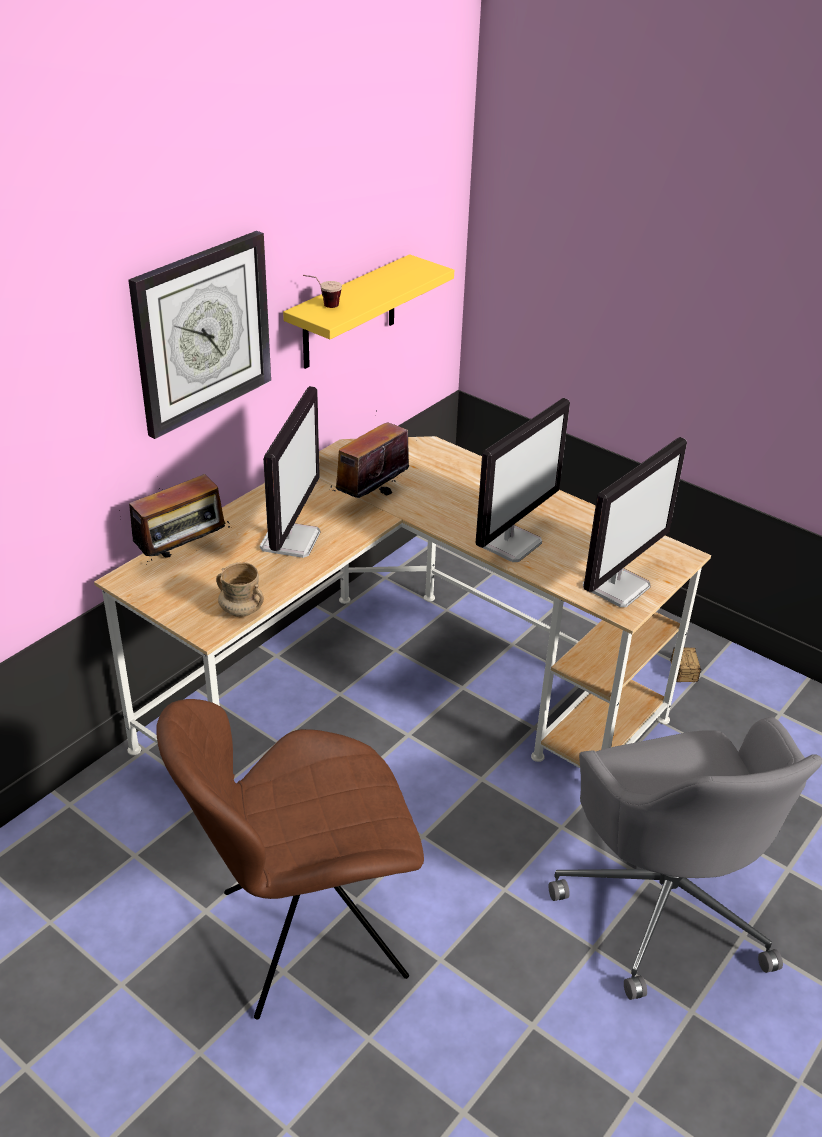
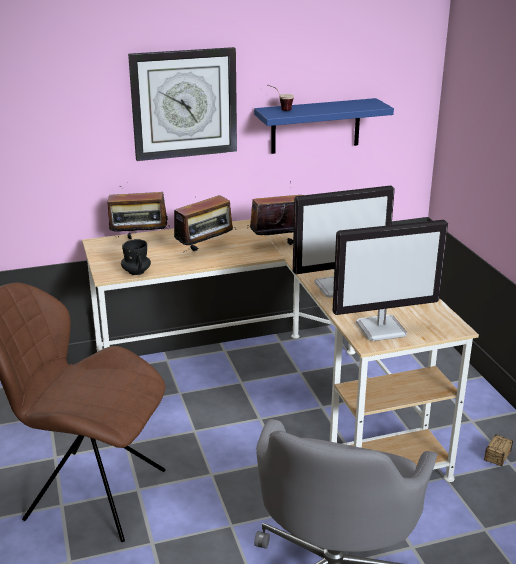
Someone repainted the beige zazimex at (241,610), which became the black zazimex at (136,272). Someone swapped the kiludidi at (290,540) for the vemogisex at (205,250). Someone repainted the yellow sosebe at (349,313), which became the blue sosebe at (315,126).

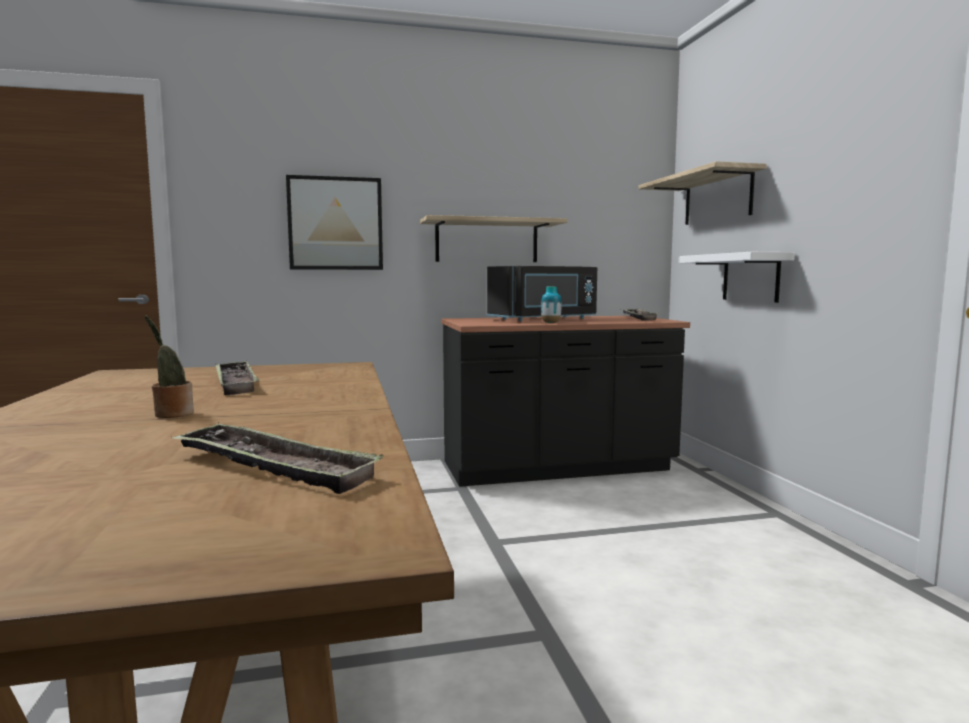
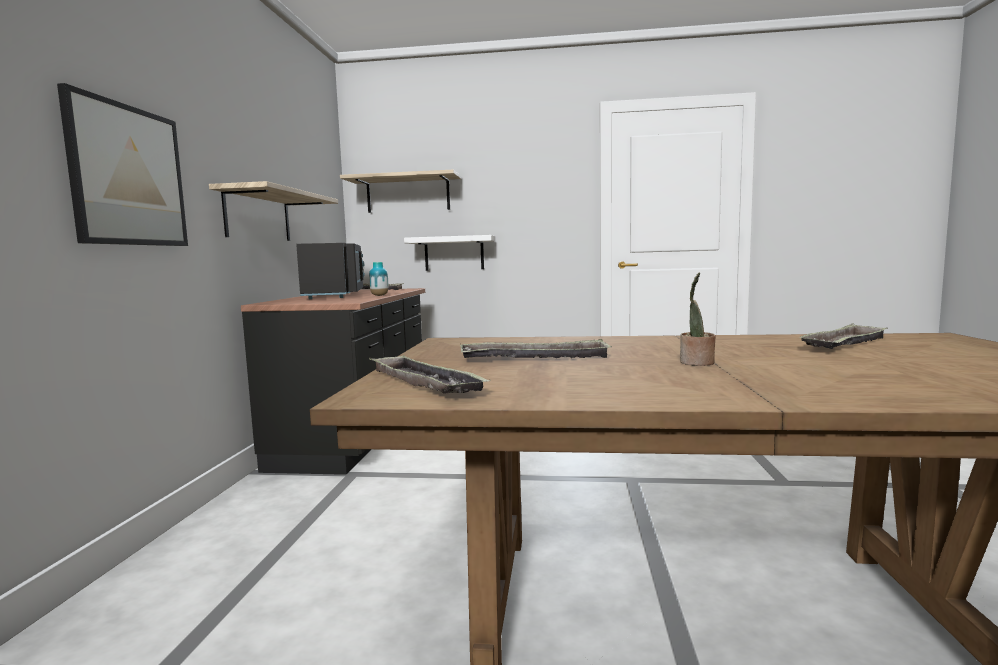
Someone put down the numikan at (423,383).

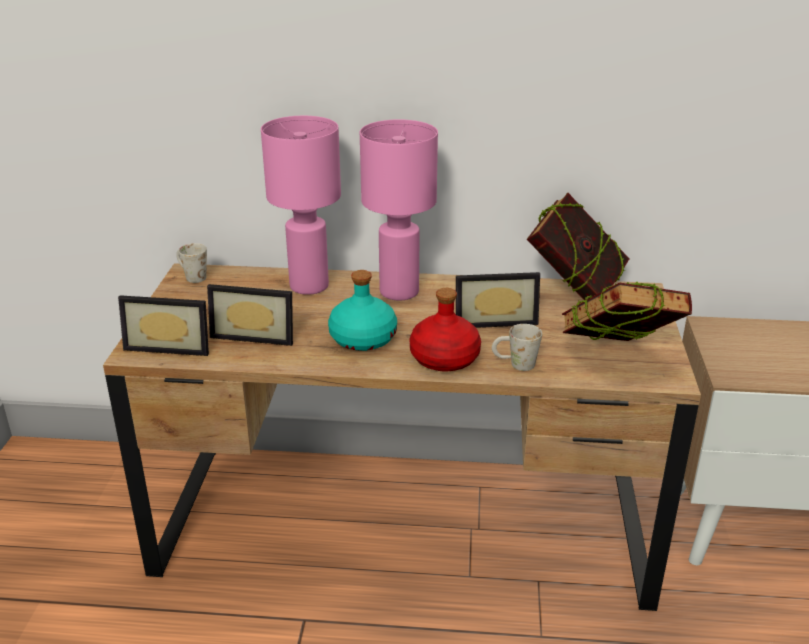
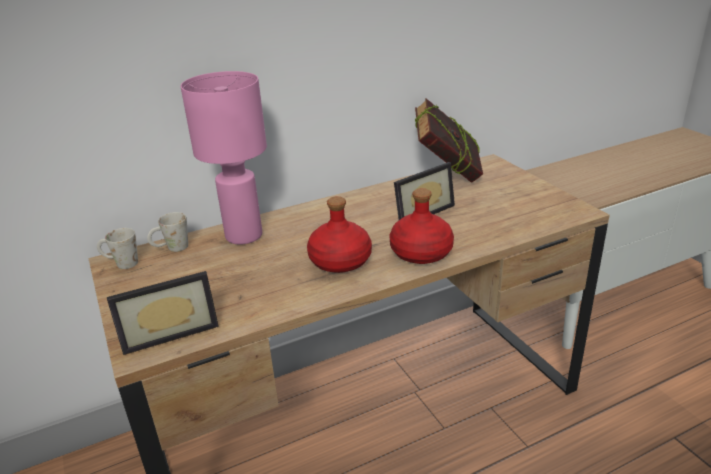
Someone took away the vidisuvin at (255,334). Someone repainted the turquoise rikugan at (362,339), which became the red rikugan at (339,261). Someone took away the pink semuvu at (400,292). Someone carried the white zazimex from (515,364) to (171,248). Someone took away the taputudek at (617,359).

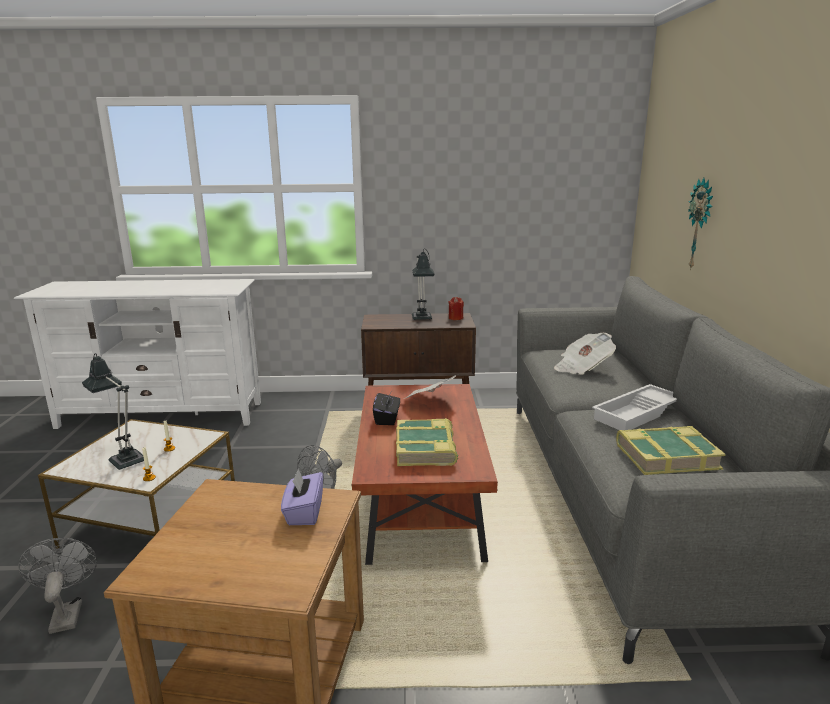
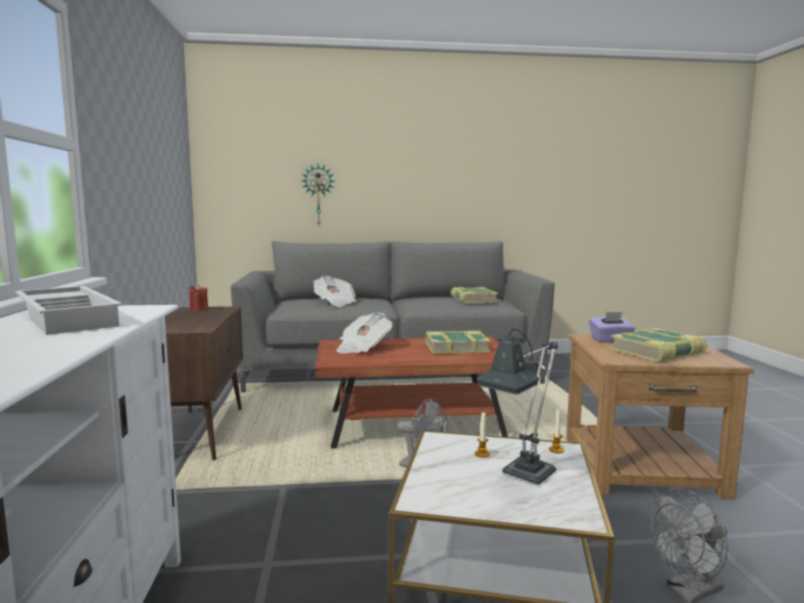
Someone took away the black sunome at (387,419). Someone took away the semuvu at (422,319). Someone carried the white numikan from (638,414) to (70,318). Someone put down the taputudek at (658,352).

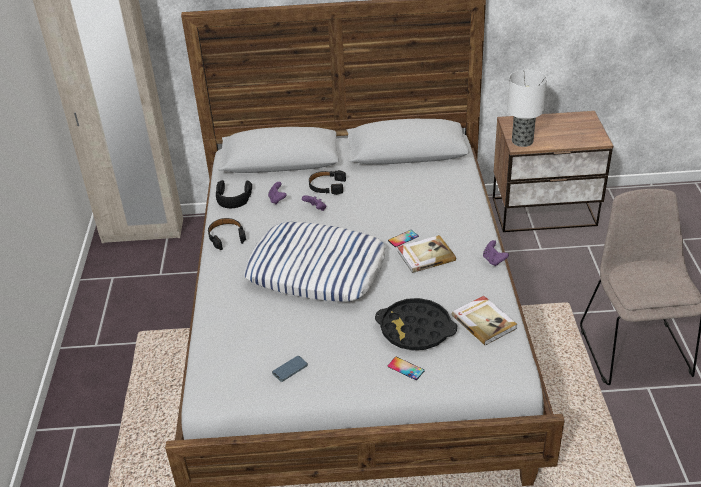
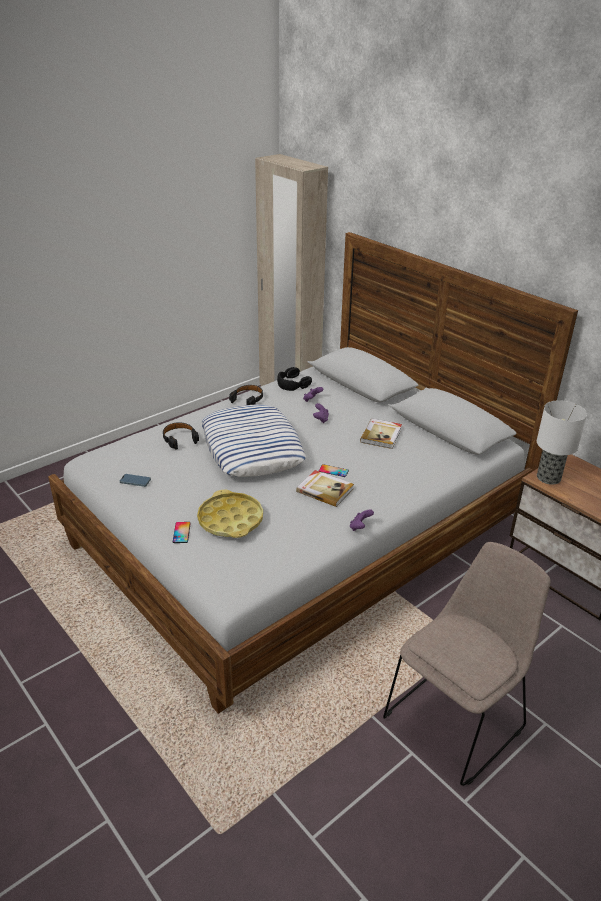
Someone carried the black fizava from (327,186) to (179,439). Someone repainted the black numikan at (415,329), which became the yellow numikan at (230,520). Someone carried the taputudek from (484,321) to (381,435).

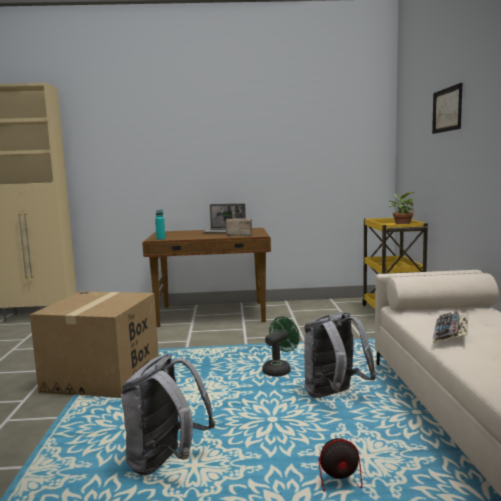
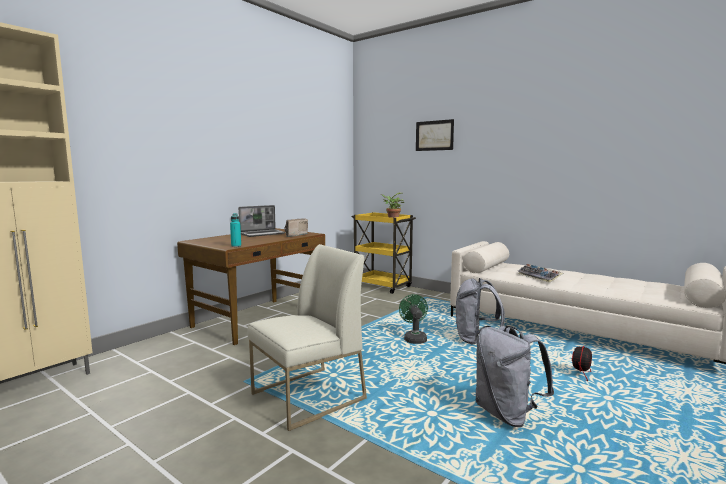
Someone swapped the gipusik at (102,376) for the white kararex at (308,397).

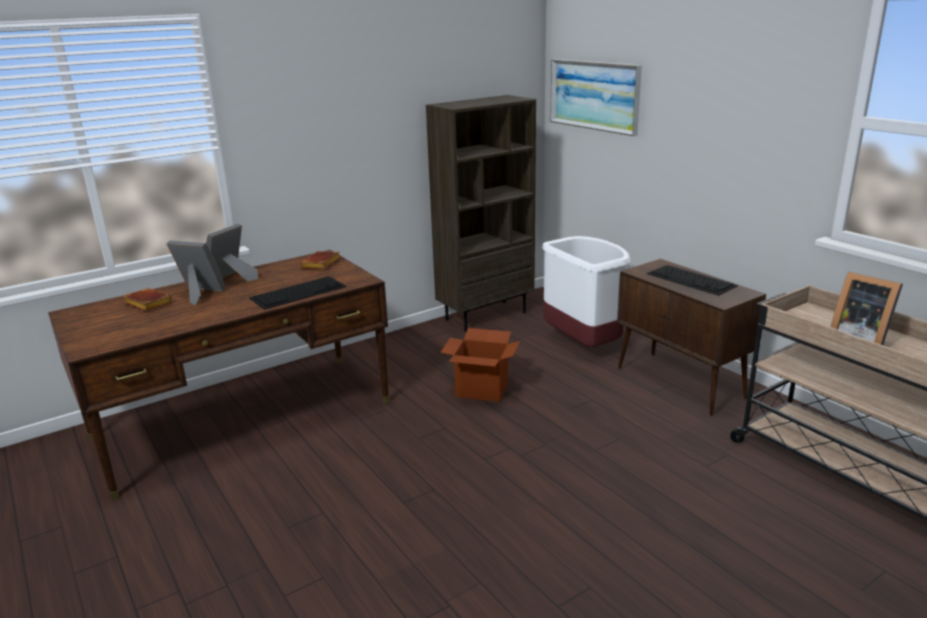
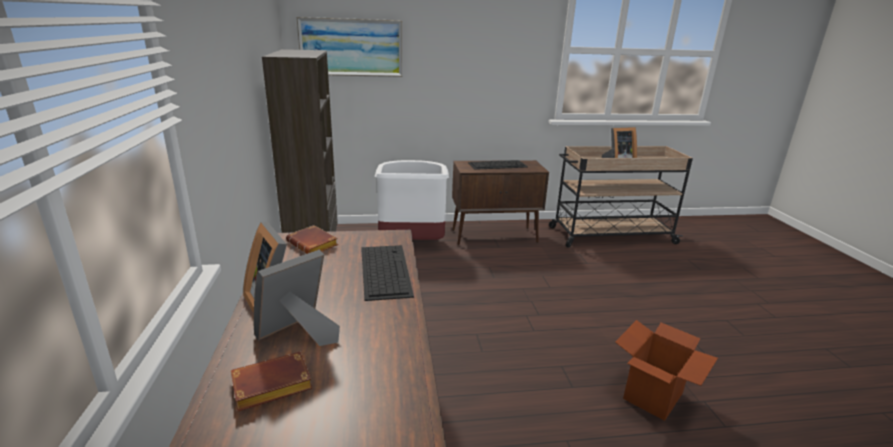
Someone carried the gipusik from (481,390) to (653,396).

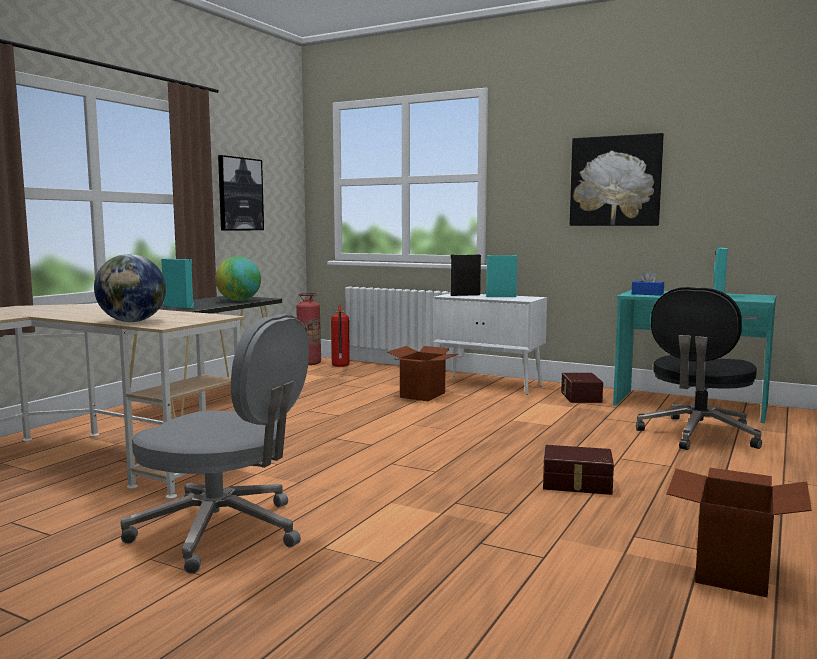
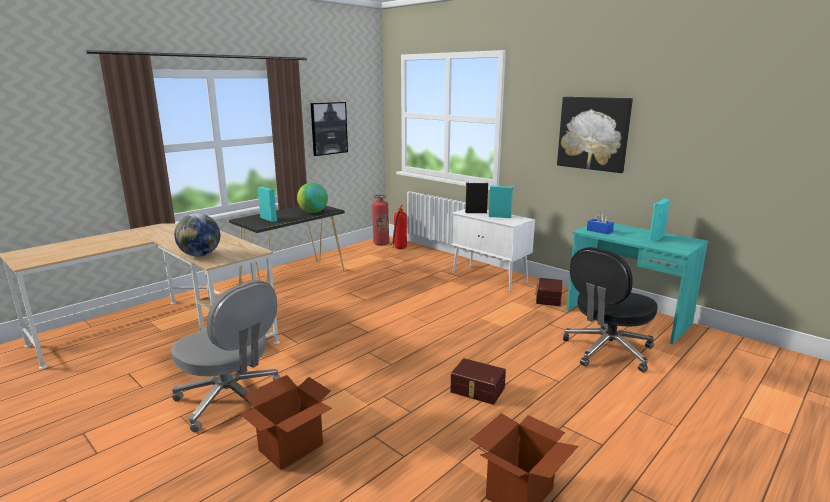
Someone carried the gipusik from (422,395) to (290,448).

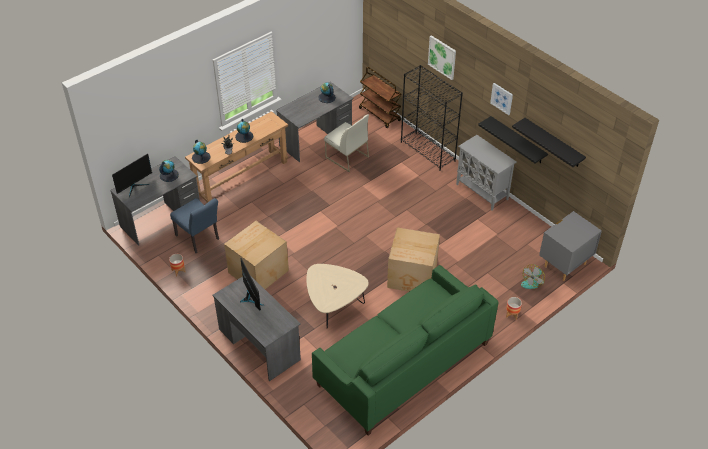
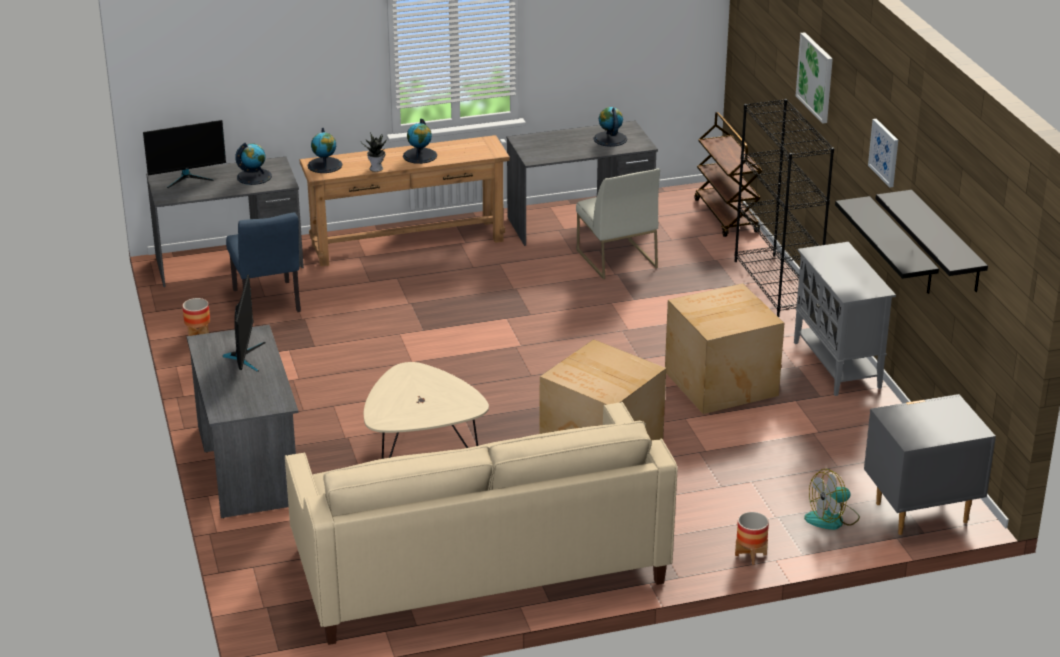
Someone carried the gipusik from (257,271) to (719,383). Someone repainted the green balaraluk at (403,364), which became the beige balaraluk at (478,565).

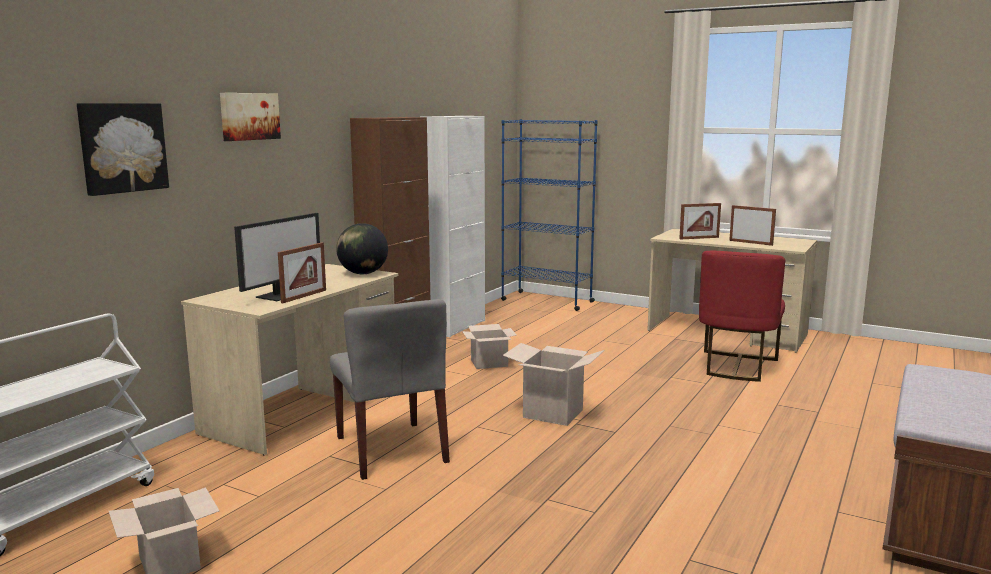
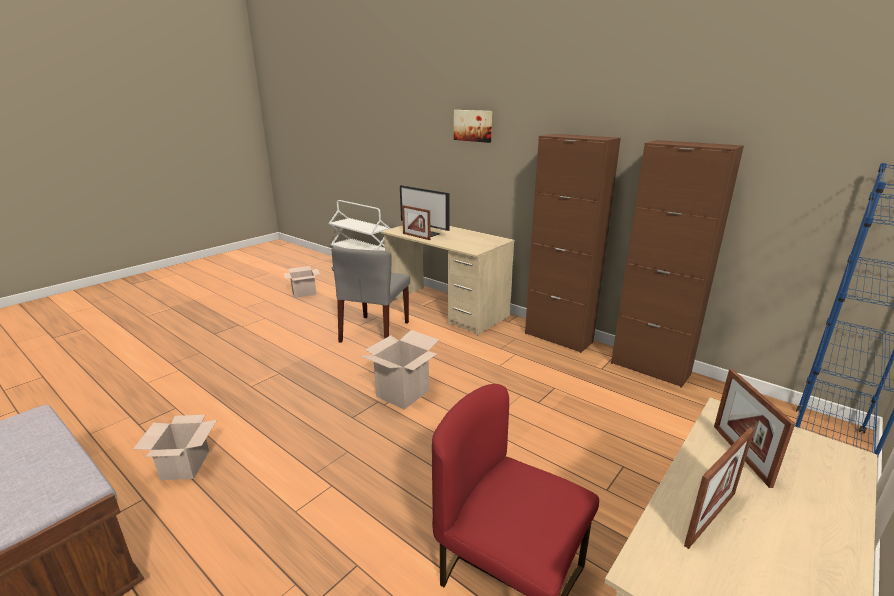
Someone took away the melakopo at (122,147). Someone rotated the grey kararex at (391,450) by 60 degrees counterclockwise. Someone took away the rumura at (363,273). Someone repainted the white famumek at (455,326), which became the brown famumek at (650,368). Someone carried the gipusik from (488,363) to (185,464).

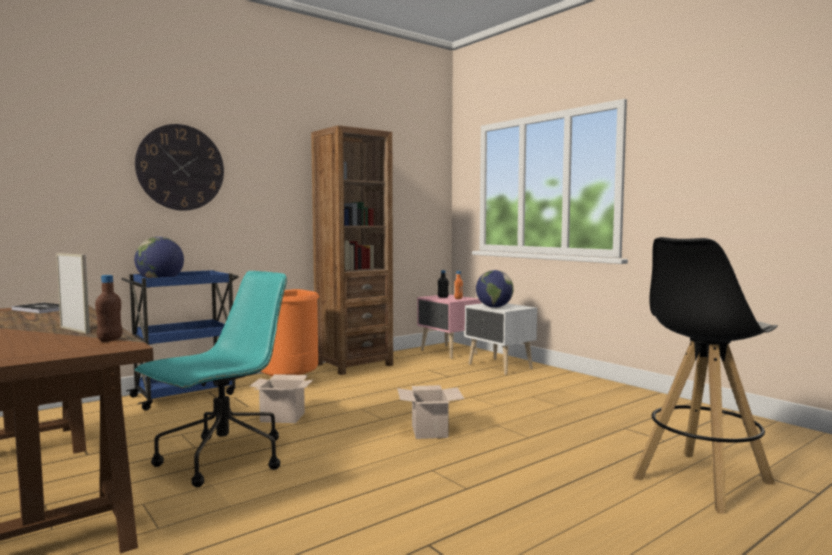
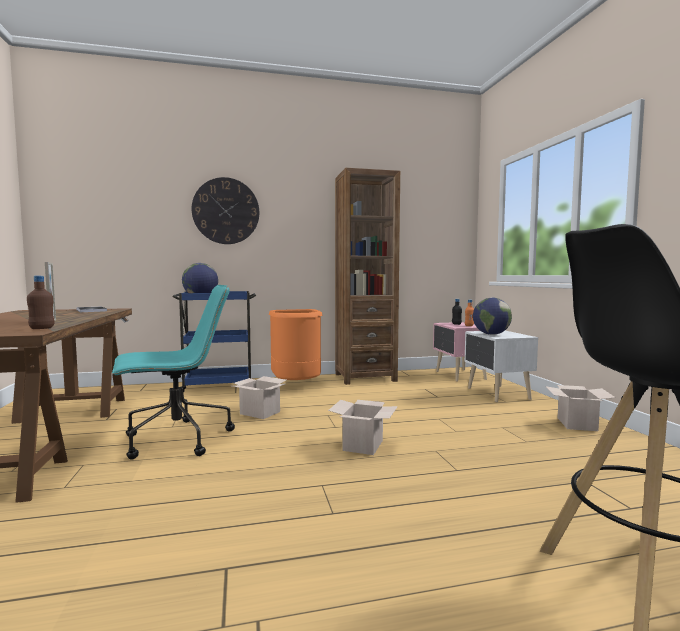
Someone put down the gipusik at (575,424).

